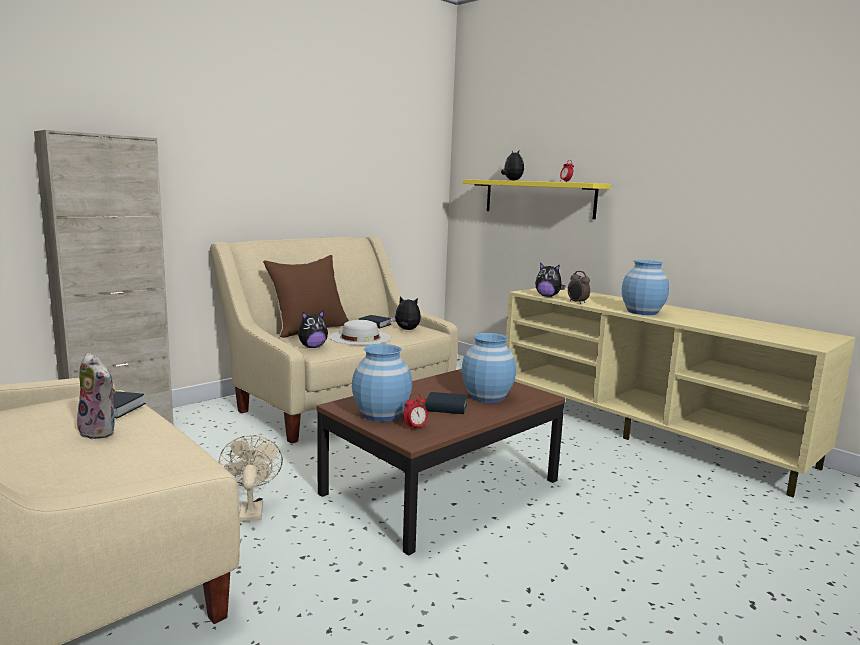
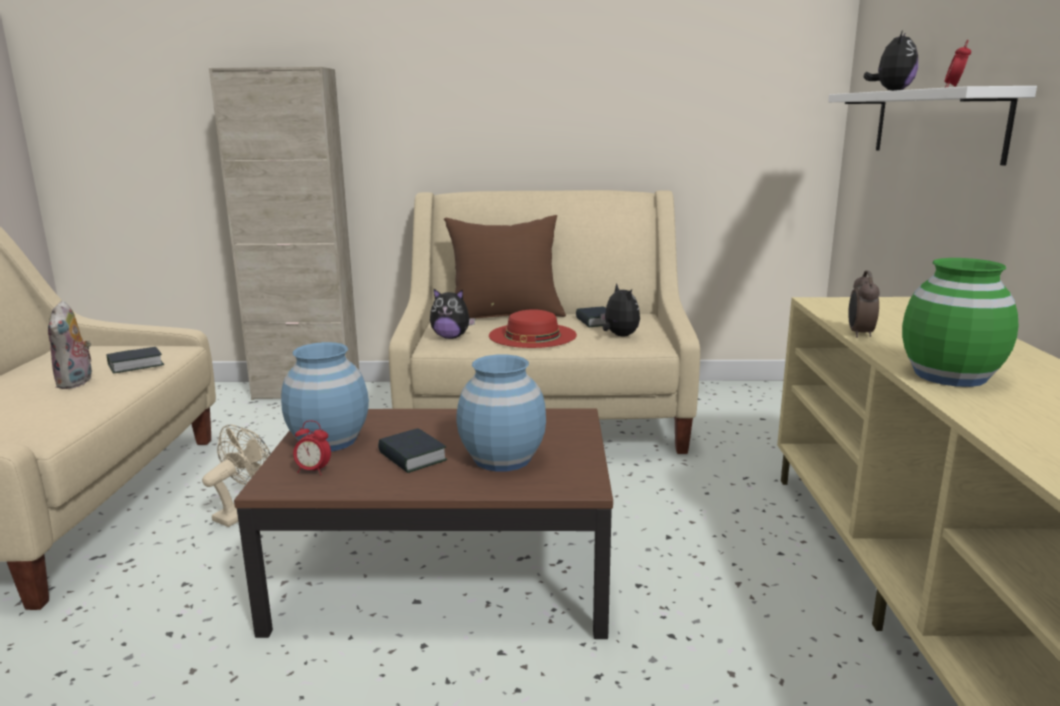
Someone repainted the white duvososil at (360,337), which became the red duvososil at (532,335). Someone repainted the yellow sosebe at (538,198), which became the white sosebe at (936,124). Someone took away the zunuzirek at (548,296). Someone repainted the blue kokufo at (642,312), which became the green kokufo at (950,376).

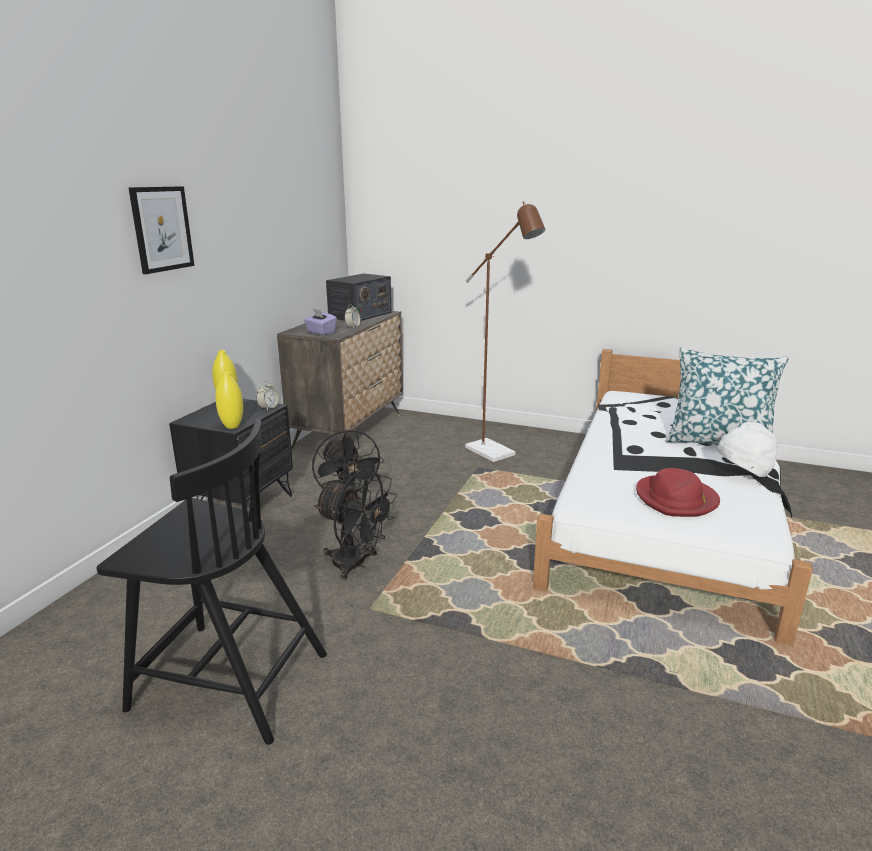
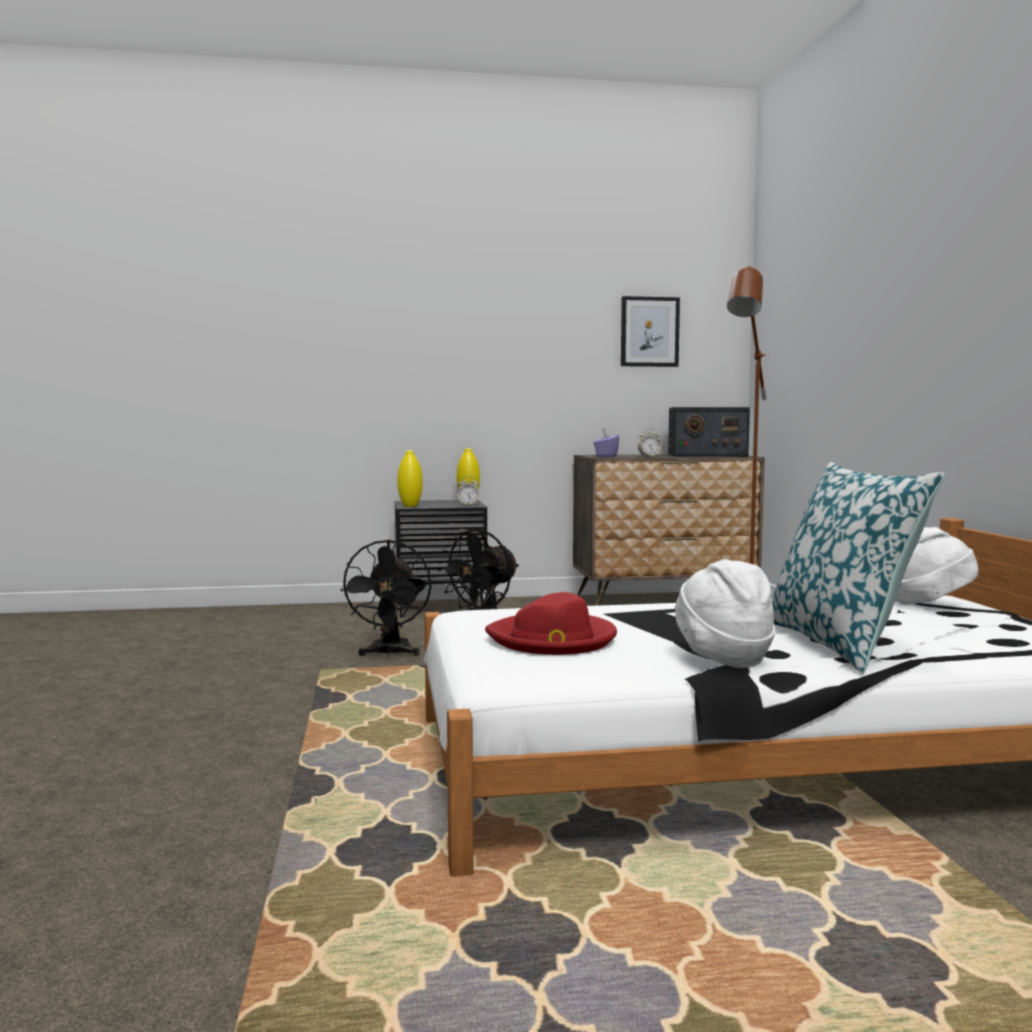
Someone took away the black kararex at (227,680). Someone carried the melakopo from (162,229) to (649,332). Someone put down the white duvososil at (929,604).

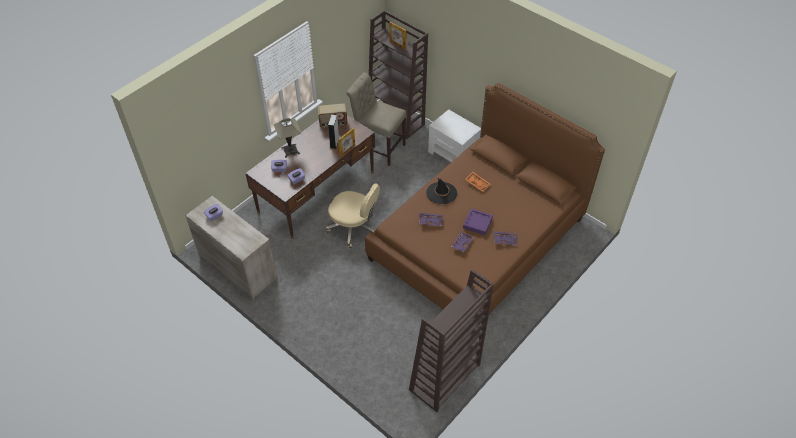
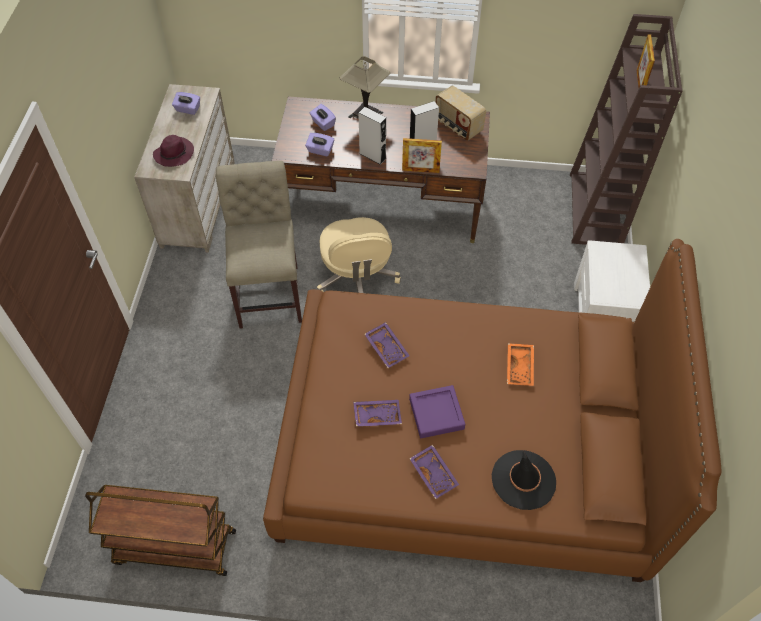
Someone carried the beige kararex from (378,147) to (270,291). Someone swapped the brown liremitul at (444,378) for the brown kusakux at (174,548). Someone carried the black duvososil from (441,193) to (523,480). Someone put down the purple duvososil at (174,153). Someone put down the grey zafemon at (372,156).

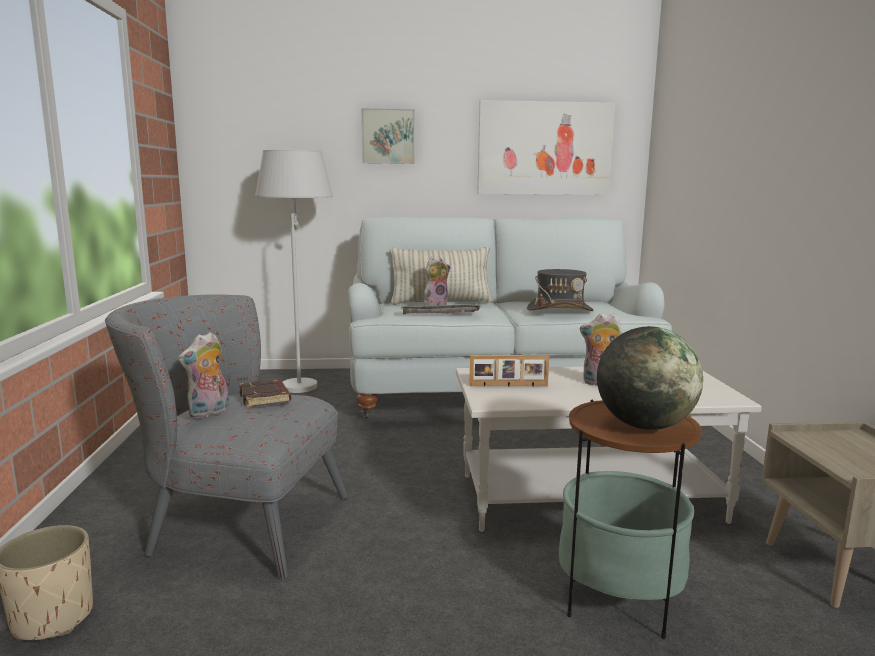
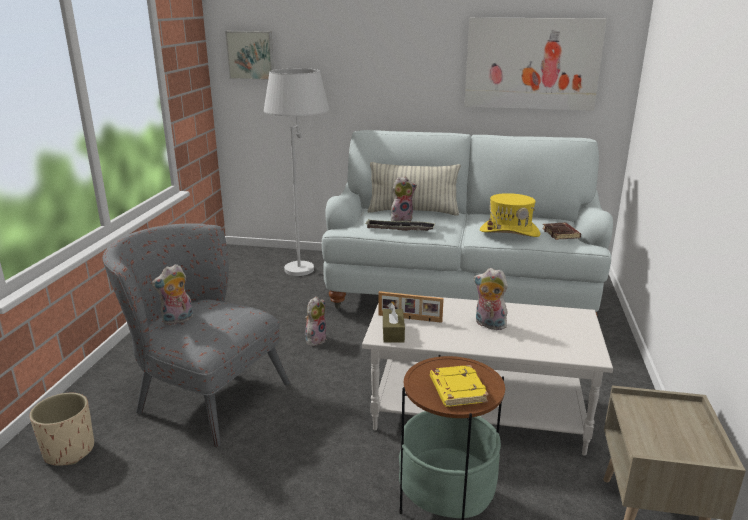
Someone carried the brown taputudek from (265,397) to (561,234). Someone carried the melakopo from (388,136) to (251,55). Someone repainted the grey duvososil at (559,310), which became the yellow duvososil at (509,232). Someone swapped the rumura at (643,426) for the yellow taputudek at (456,390). Someone put down the zunuzirek at (315,339). Someone put down the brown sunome at (393,332).

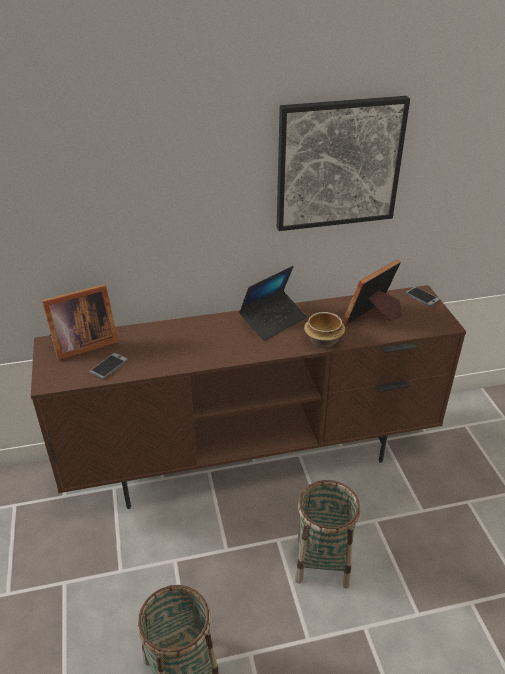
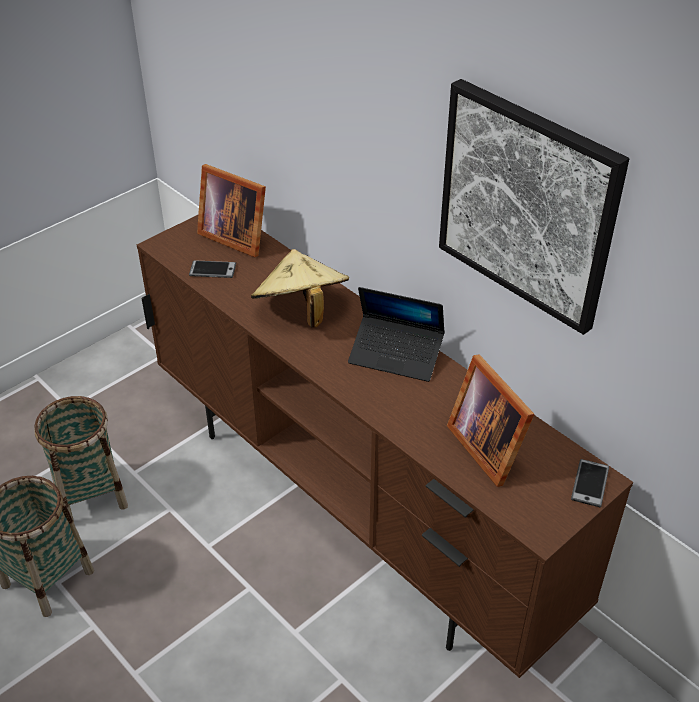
Someone carried the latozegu from (322,561) to (90,495). Someone took away the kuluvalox at (323,341). Someone rotated the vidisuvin at (373,317) by 135 degrees counterclockwise. Someone put down the beige duvososil at (301,312).

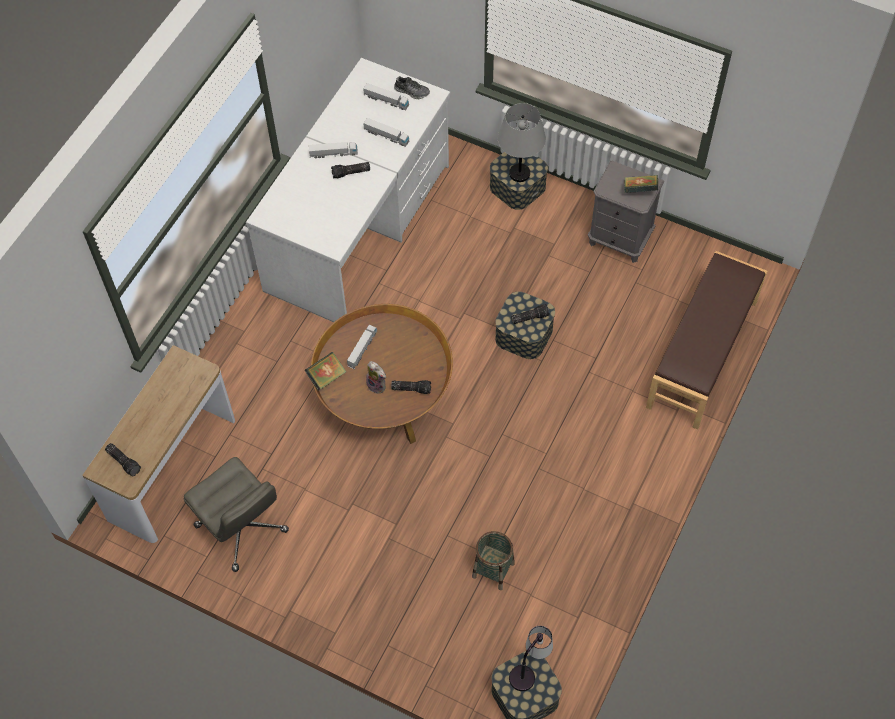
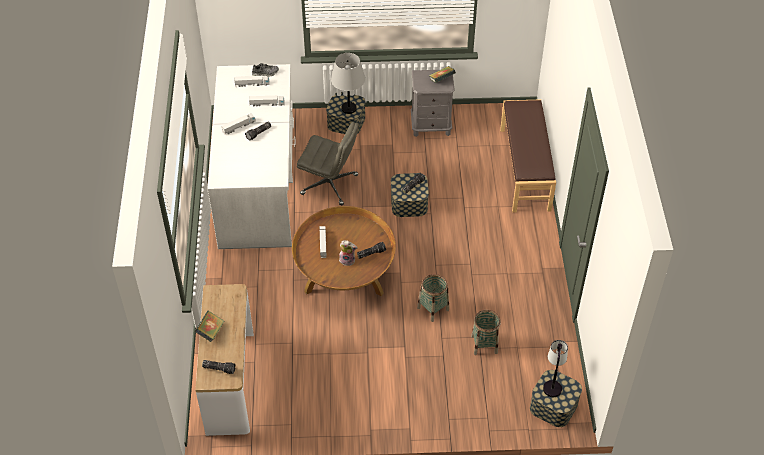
Someone carried the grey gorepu from (242,529) to (330,184). Someone carried the taputudek from (326,377) to (210,331). Someone put down the latozegu at (433,309).

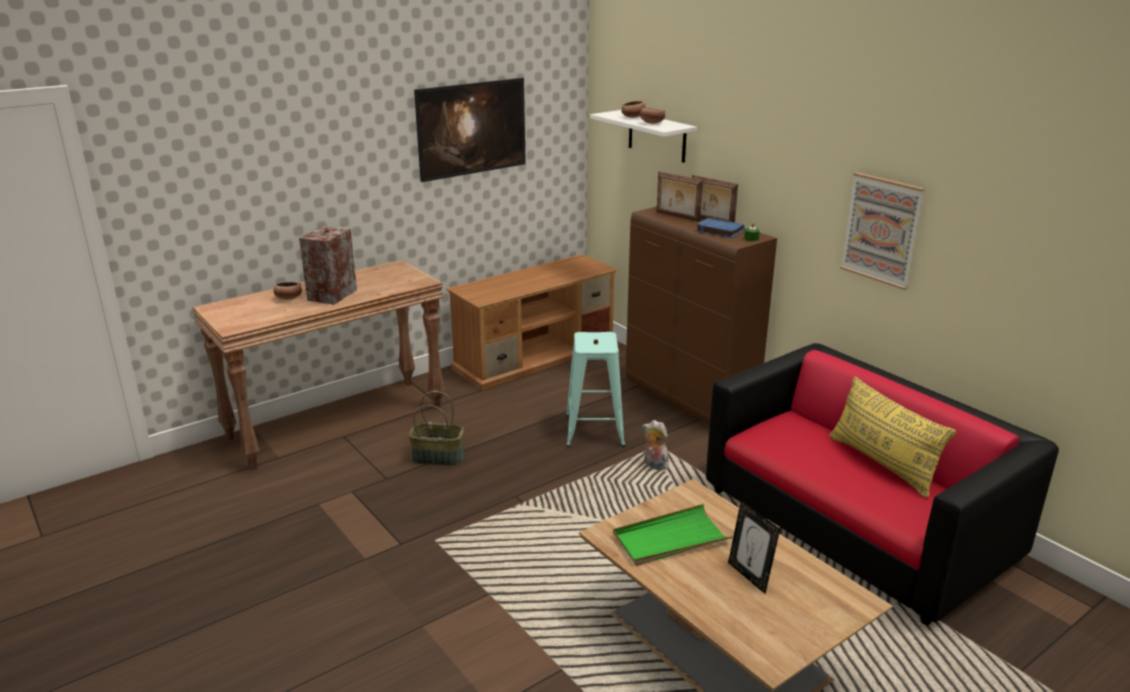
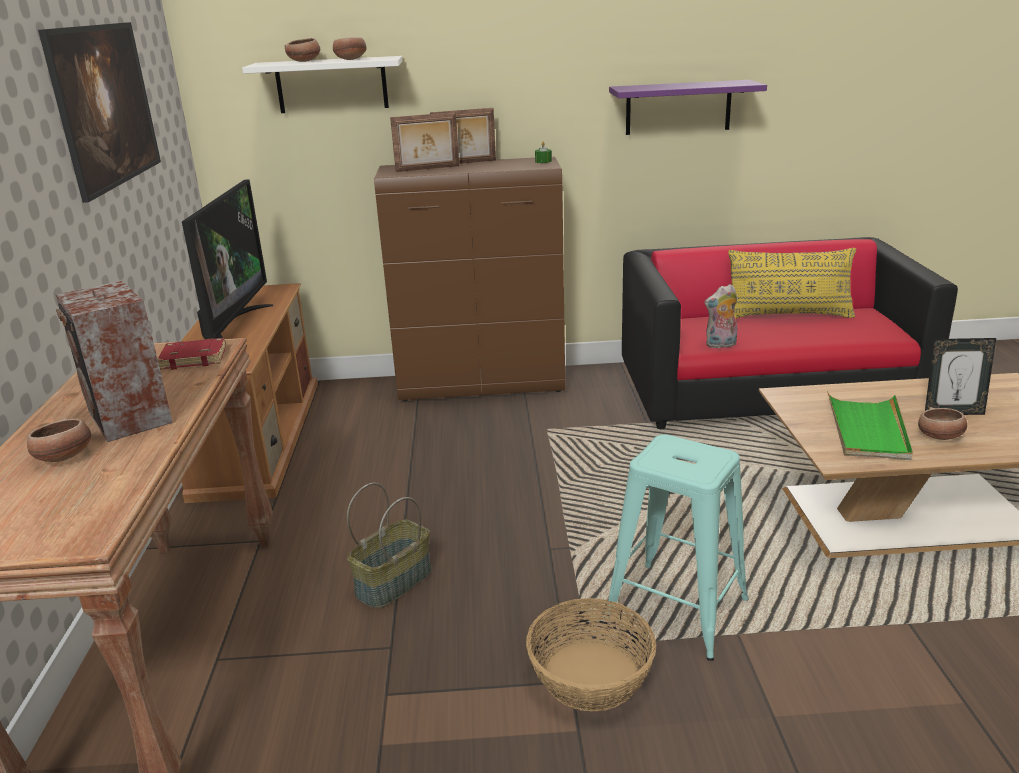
Someone carried the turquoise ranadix from (594,430) to (676,609). Someone carried the zunuzirek from (654,466) to (721,345). Someone took away the blue taputudek at (718,231). Someone swapped the melakopo at (881,230) for the purple sosebe at (678,107). Someone put down the red taputudek at (195,358). Someone put down the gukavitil at (235,326). Someone put down the latozegu at (590,674). Someone put down the kuluvalox at (940,437).

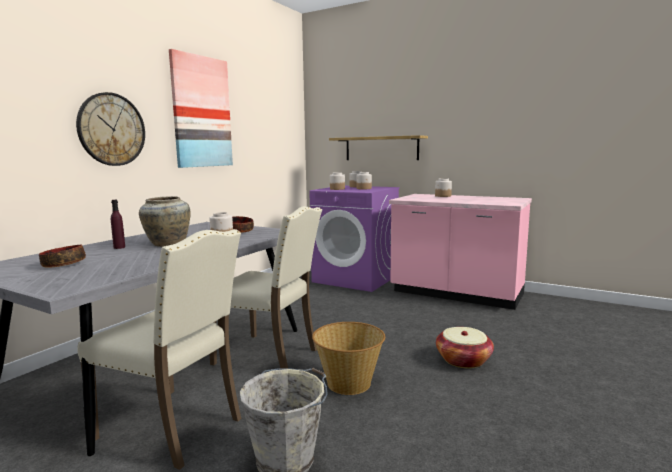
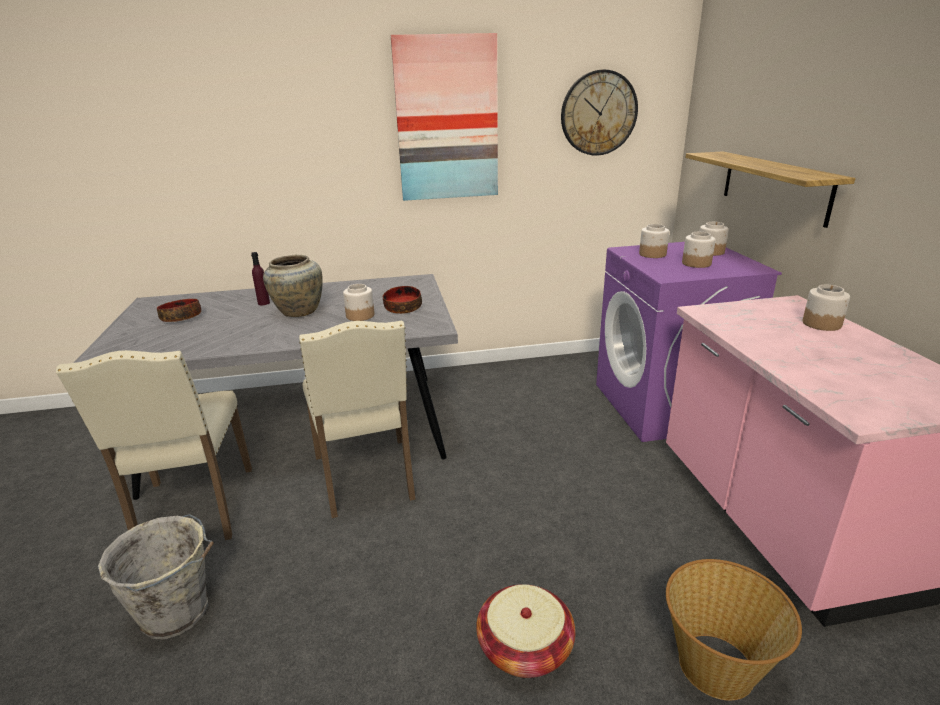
Someone carried the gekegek from (111,129) to (598,113). Someone carried the latozegu from (349,383) to (717,665).

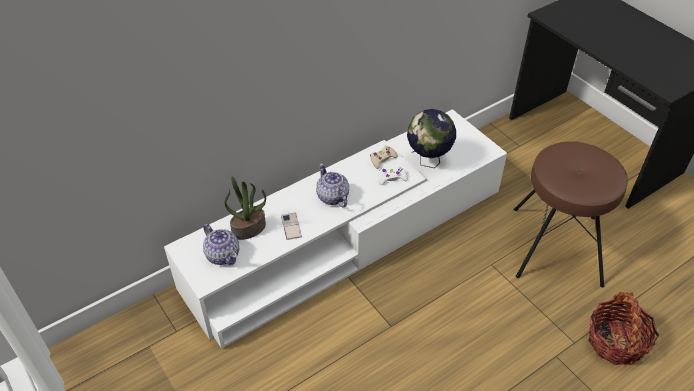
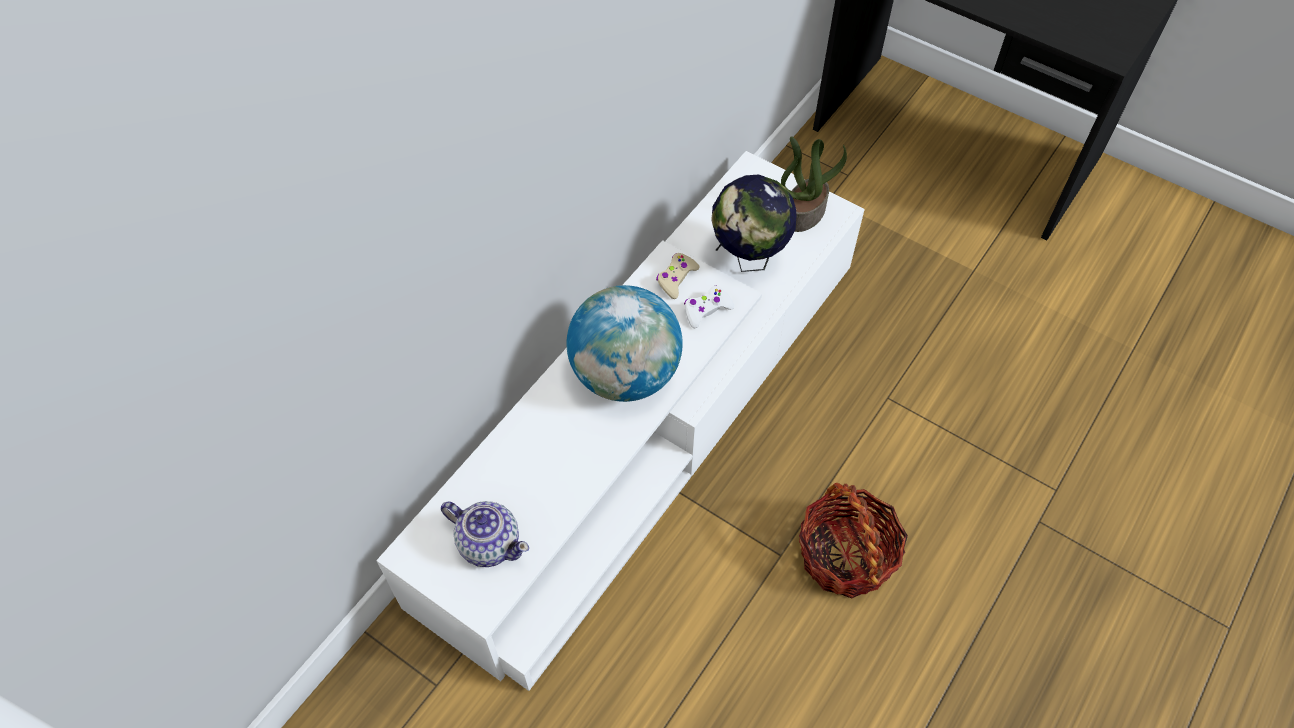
Someone carried the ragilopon from (249,228) to (804,212). Someone took away the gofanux at (291,226). Someone swapped the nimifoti at (332,197) for the rumura at (625,375). Someone took away the brown ranadix at (555,246). Someone carried the latozegu from (615,341) to (845,555).

